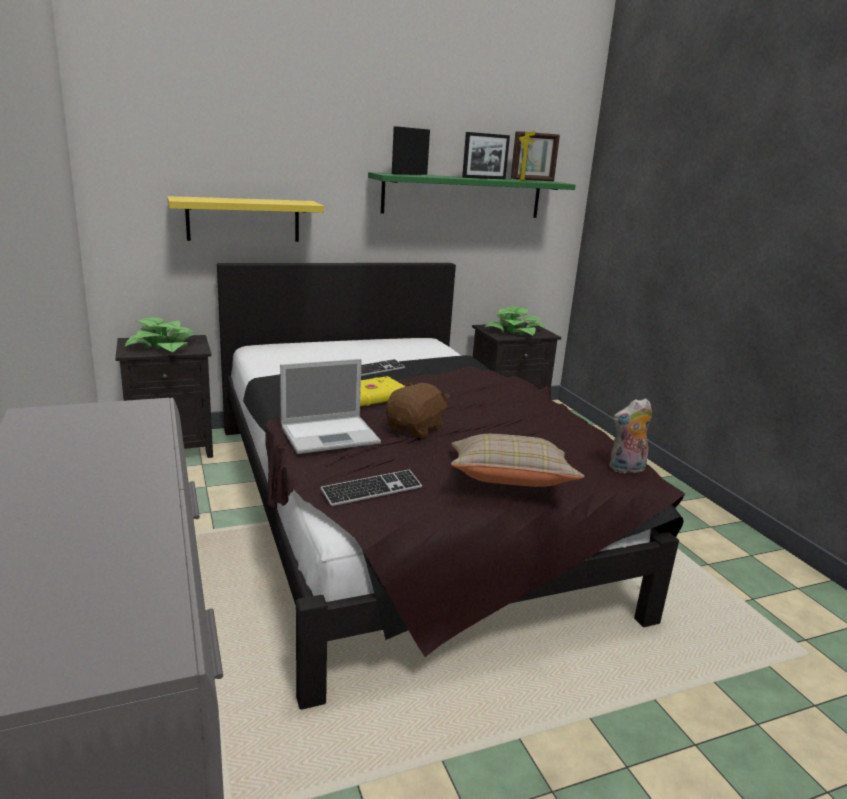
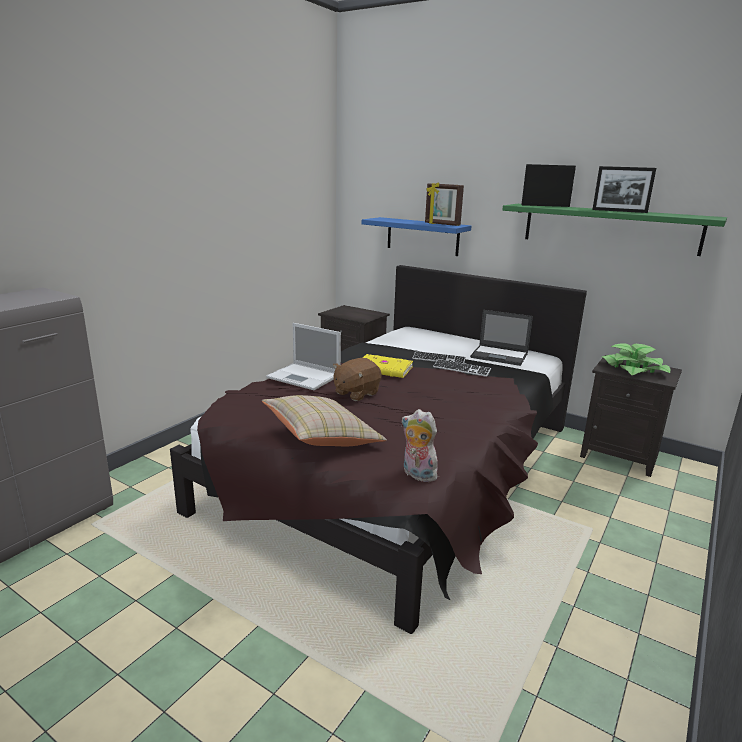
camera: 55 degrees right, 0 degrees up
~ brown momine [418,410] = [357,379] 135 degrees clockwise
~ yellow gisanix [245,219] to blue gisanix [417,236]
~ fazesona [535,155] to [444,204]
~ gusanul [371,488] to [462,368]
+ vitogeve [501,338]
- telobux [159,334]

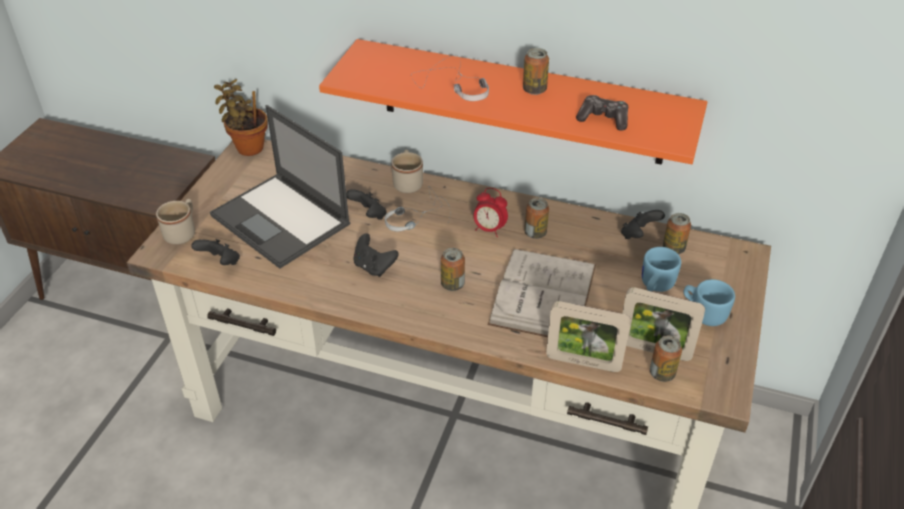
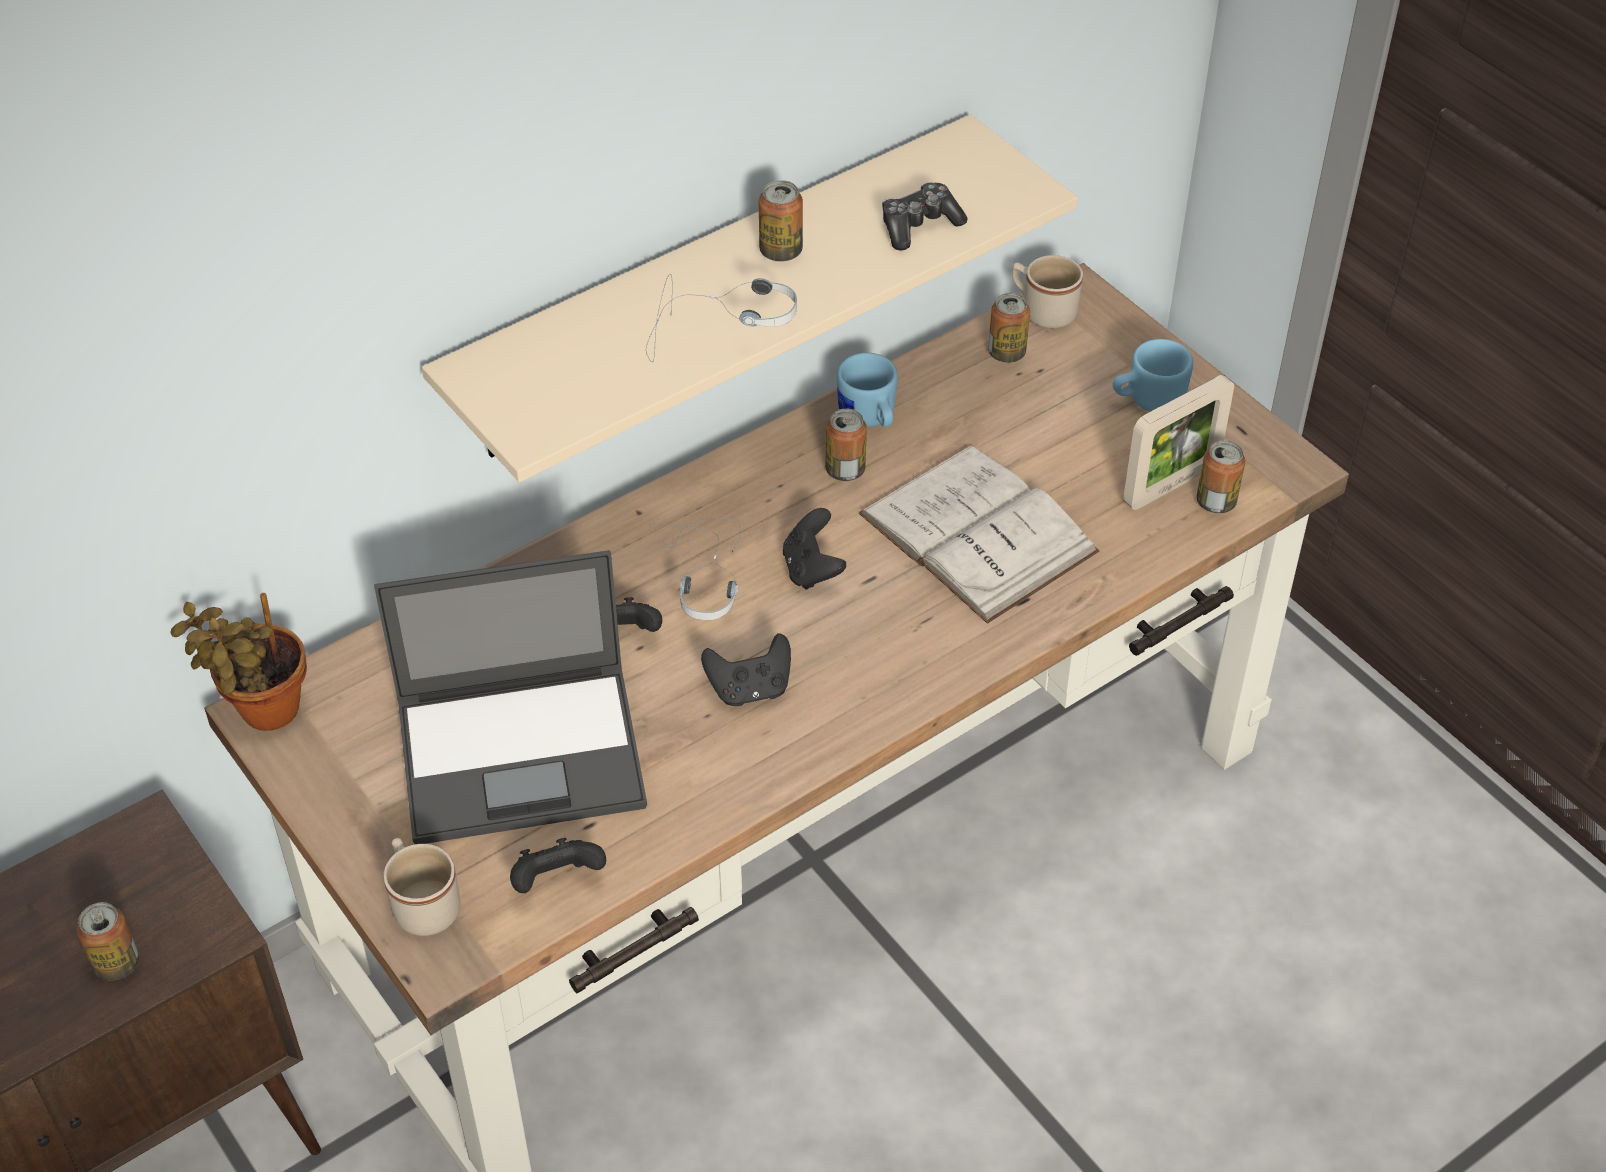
camera: 55 degrees left, 5 degrees up
~ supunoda [453,269] to [108,941]
~ orange gisanix [513,102] to beige gisanix [750,298]
~ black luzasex [643,224] to [814,549]
~ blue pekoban [661,269] to [867,390]
~ beige pekoban [407,171] to [1047,292]
- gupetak [491,212]
- fazesona [588,336]

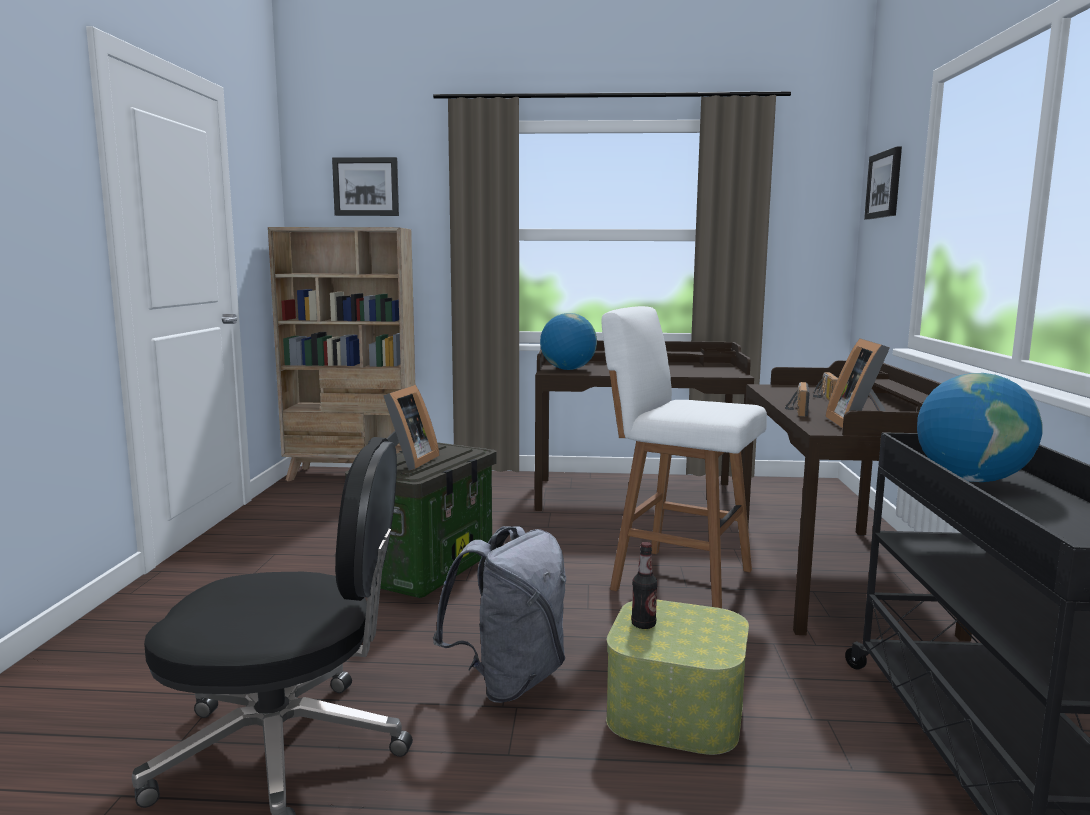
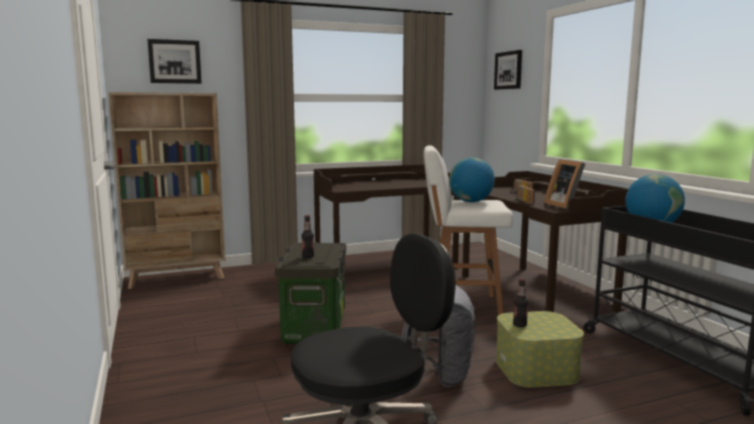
camera: 25 degrees left, 0 degrees up
~ fazesona [411,428] to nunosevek [308,236]
~ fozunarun [568,341] to [472,179]

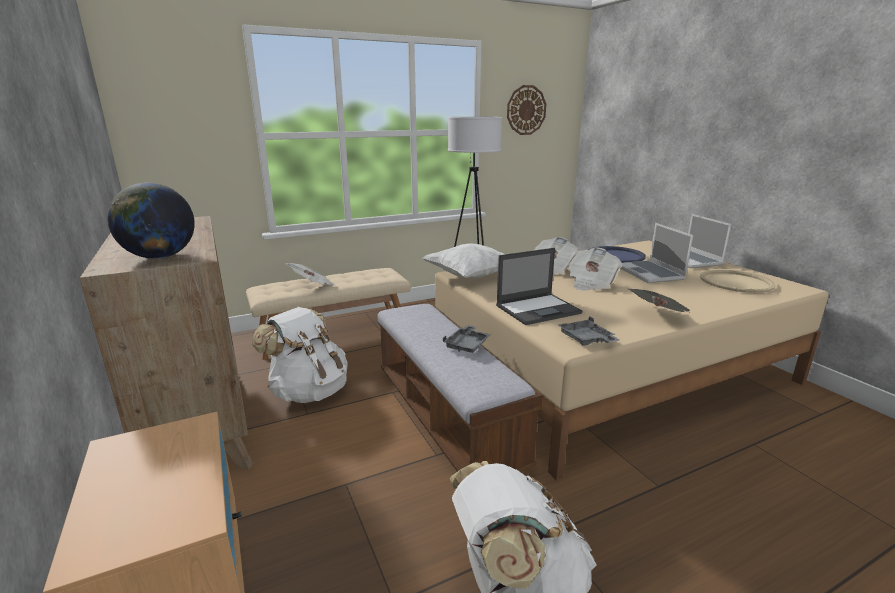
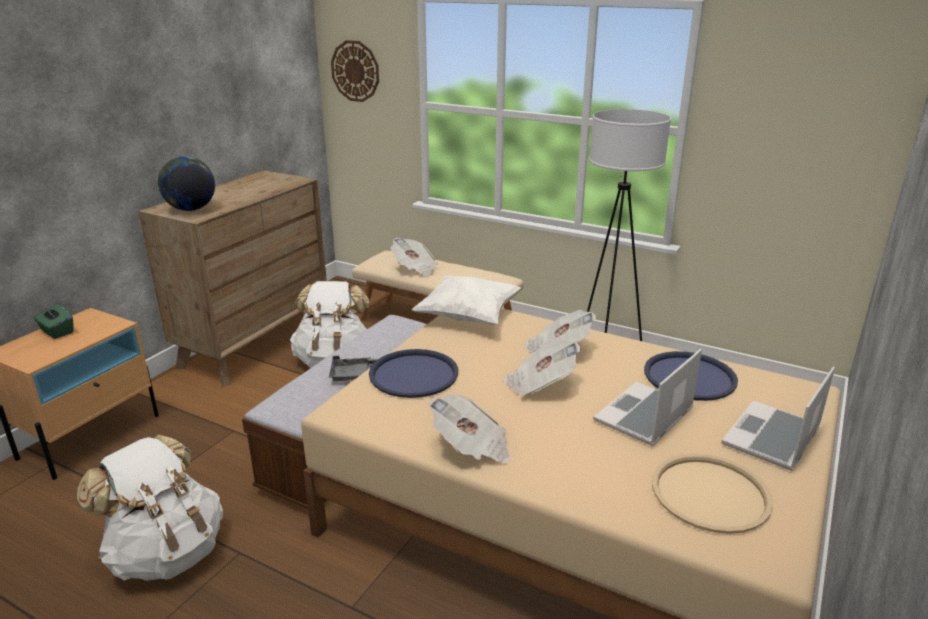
camera: 55 degrees right, 5 degrees up
+ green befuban [54,322]
~ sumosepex [526,110] to [355,71]
~ vitogeve [539,286] to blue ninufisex [413,373]
- grey ninufisex [588,331]

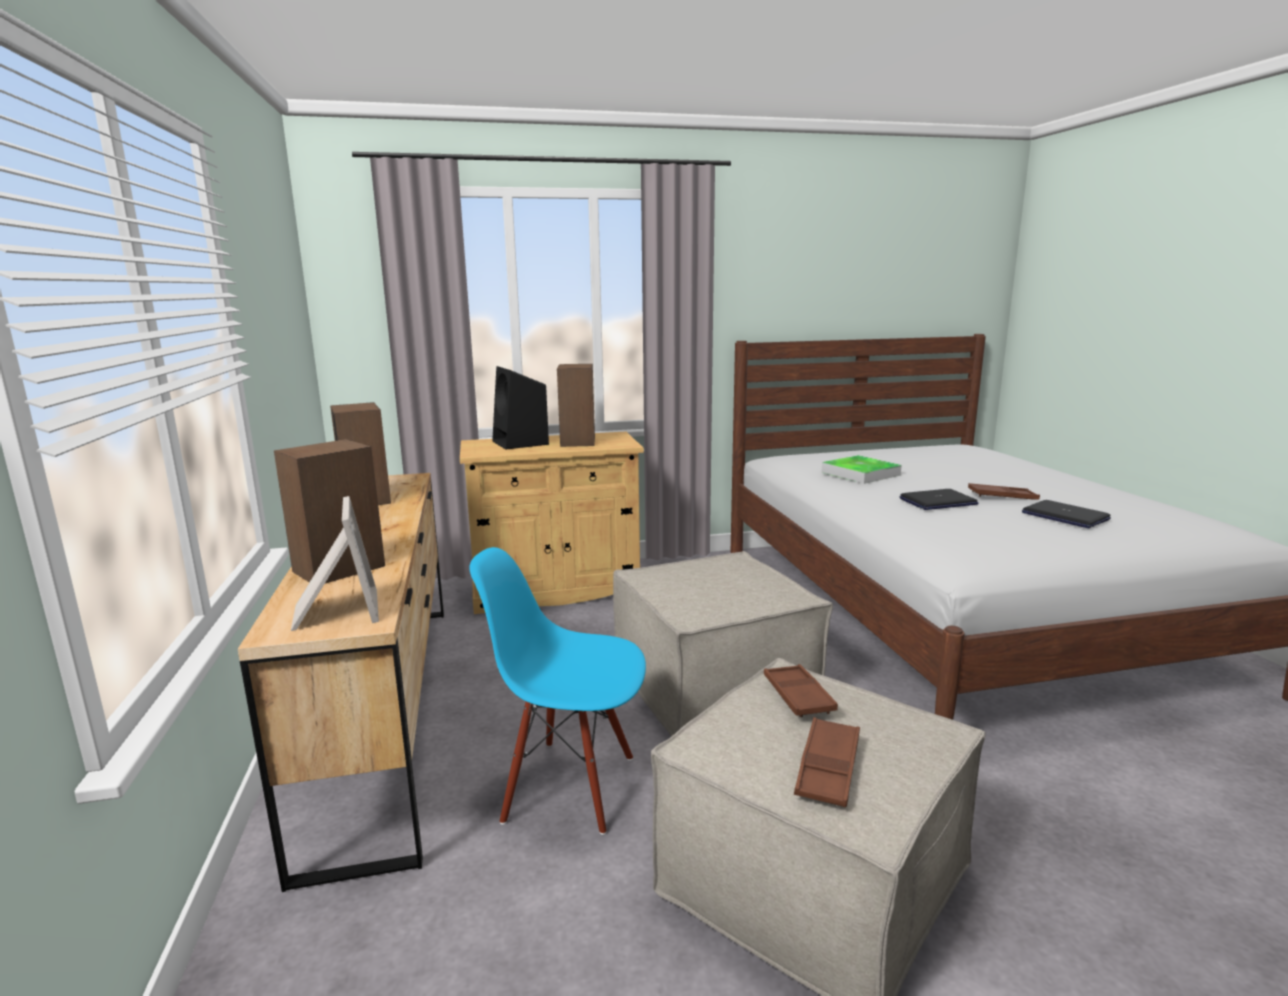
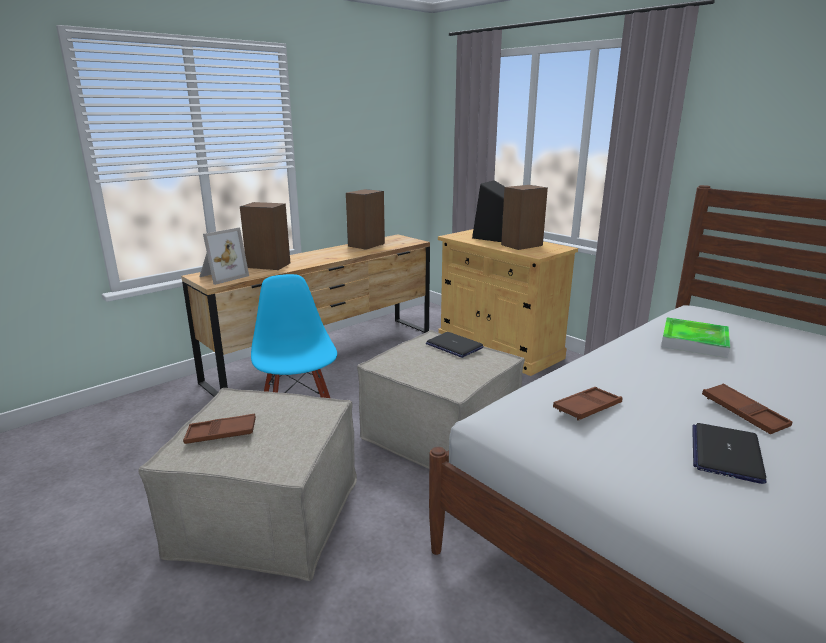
camera: 60 degrees right, 5 degrees up
~ vitogeve [938,499] to [455,345]
~ brown ninufisex [801,690] to [588,404]

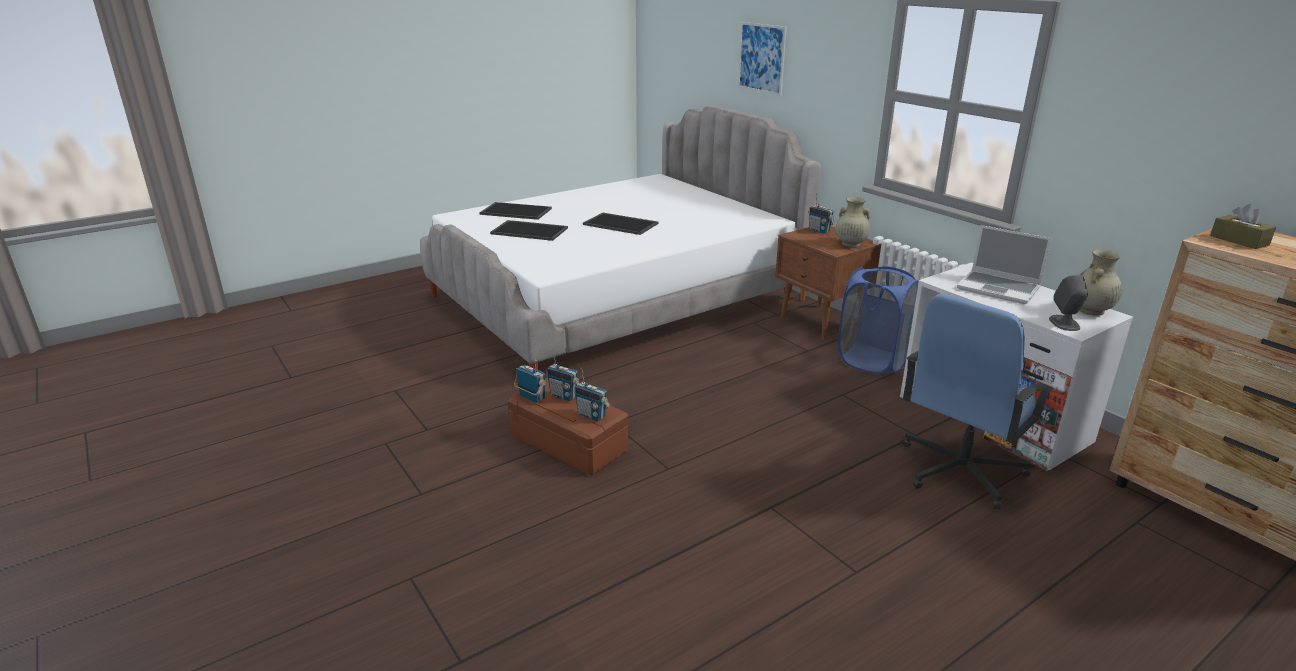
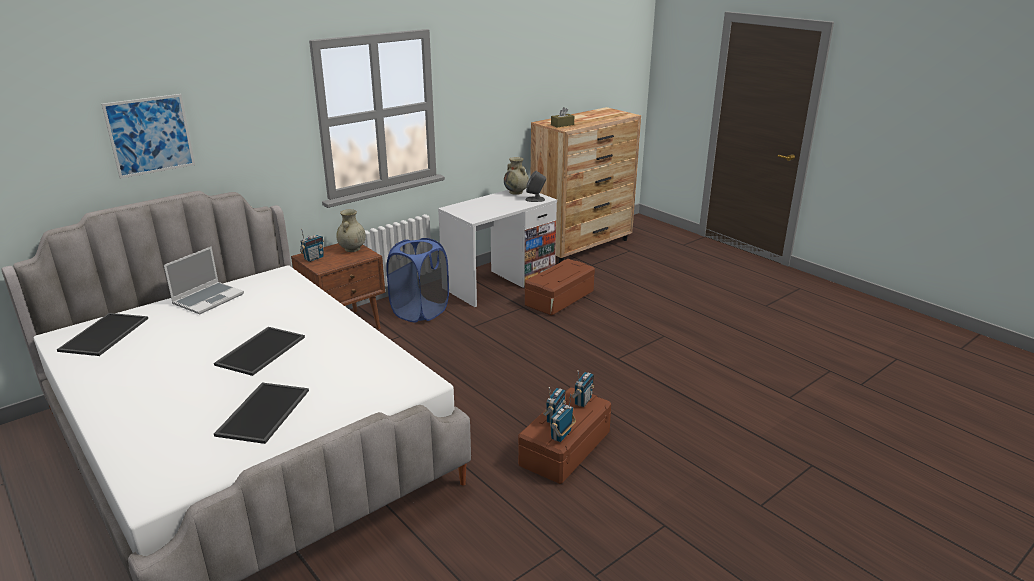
camera: 95 degrees left, 0 degrees up
~ ninufisex [515,211] to [102,334]
~ vitogeve [1004,264] to [204,280]
~ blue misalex [978,401] to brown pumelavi [560,287]

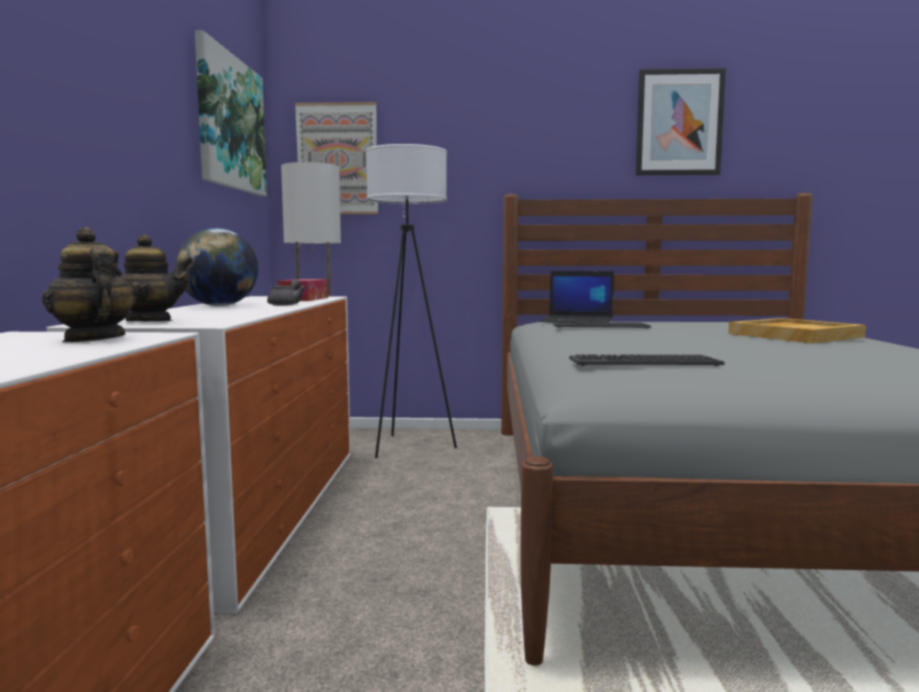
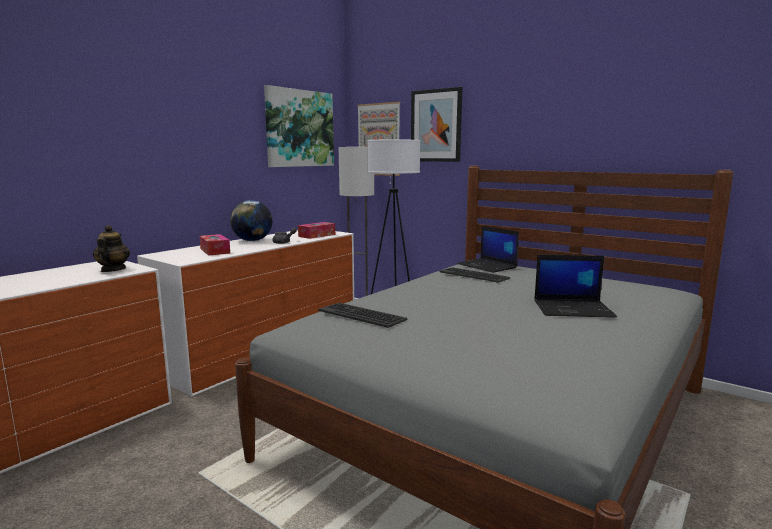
camera: 35 degrees right, 5 degrees up
+ befuban [214,245]
~ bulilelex [681,121] to [437,124]
~ beige ninufisex [797,330] to vitogeve [575,286]
- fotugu [153,277]

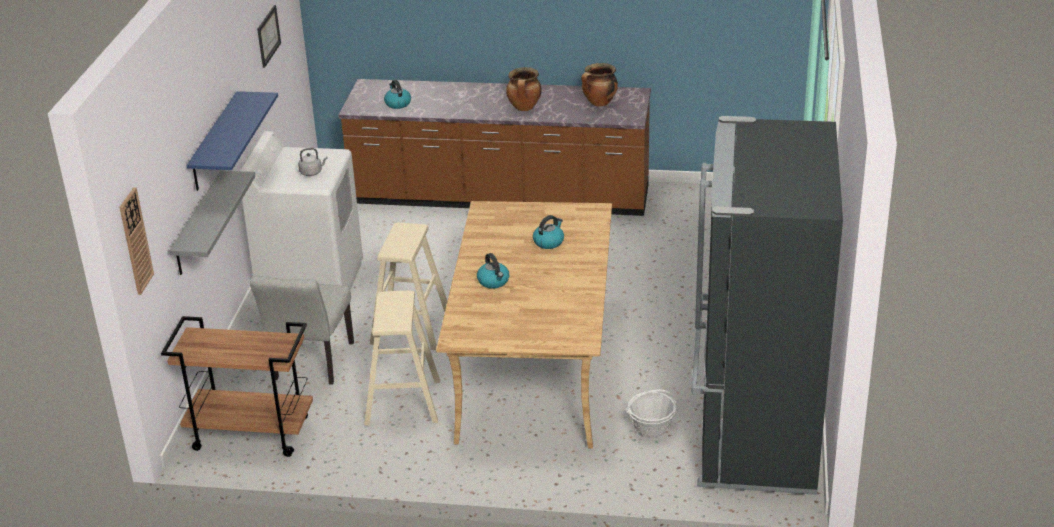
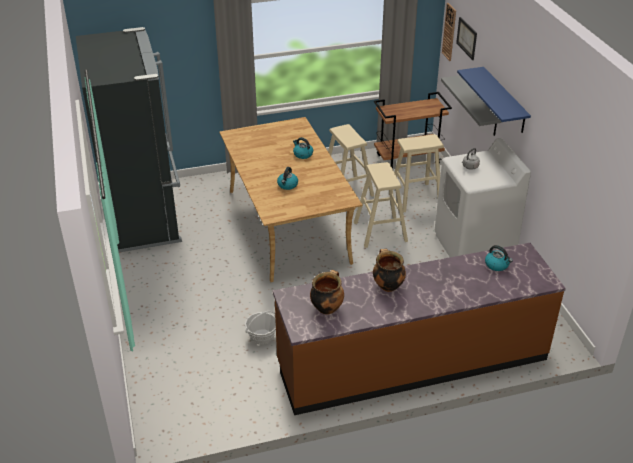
camera: 155 degrees right, 5 degrees up
~ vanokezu [651,413] to [260,328]
~ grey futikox [302,330] to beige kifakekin [418,173]
~ bulilelex [269,36] to [466,38]

